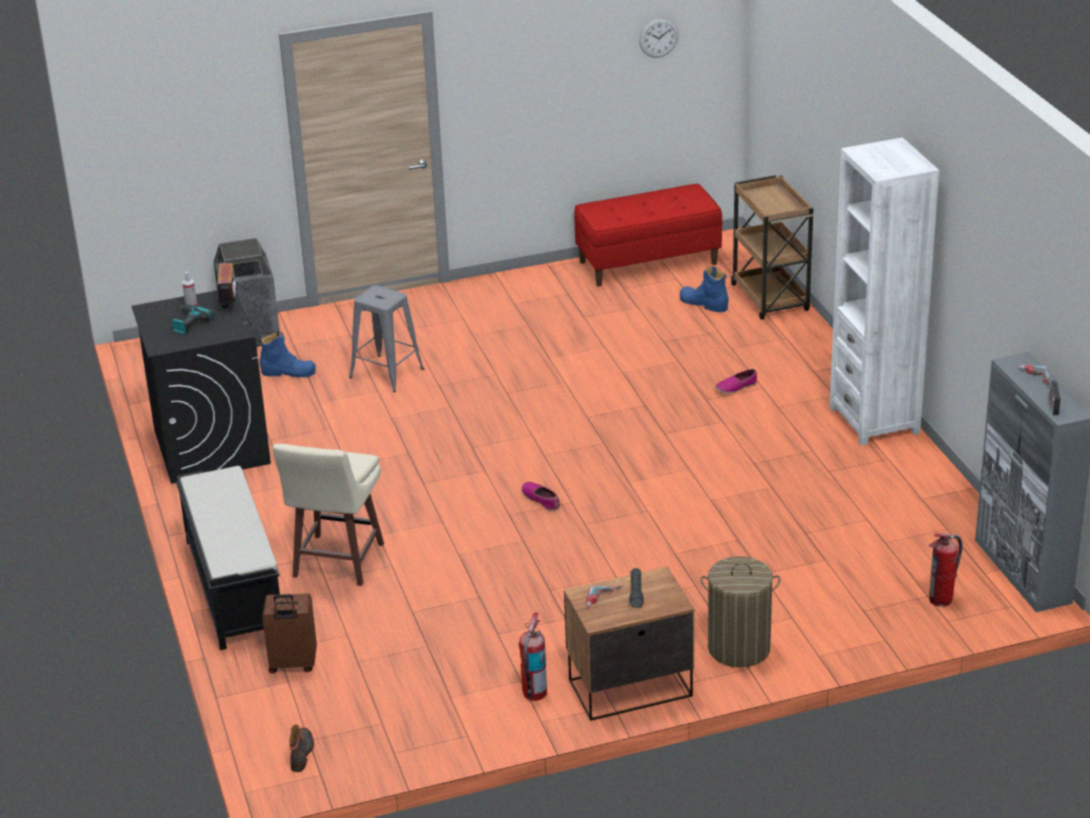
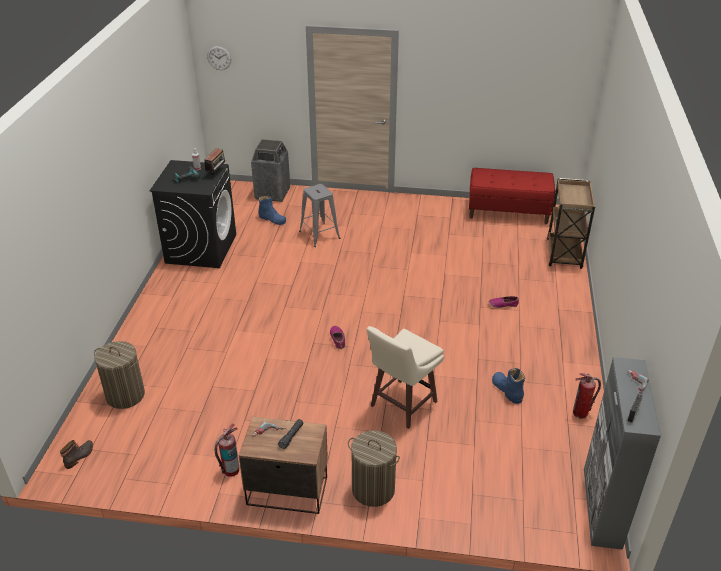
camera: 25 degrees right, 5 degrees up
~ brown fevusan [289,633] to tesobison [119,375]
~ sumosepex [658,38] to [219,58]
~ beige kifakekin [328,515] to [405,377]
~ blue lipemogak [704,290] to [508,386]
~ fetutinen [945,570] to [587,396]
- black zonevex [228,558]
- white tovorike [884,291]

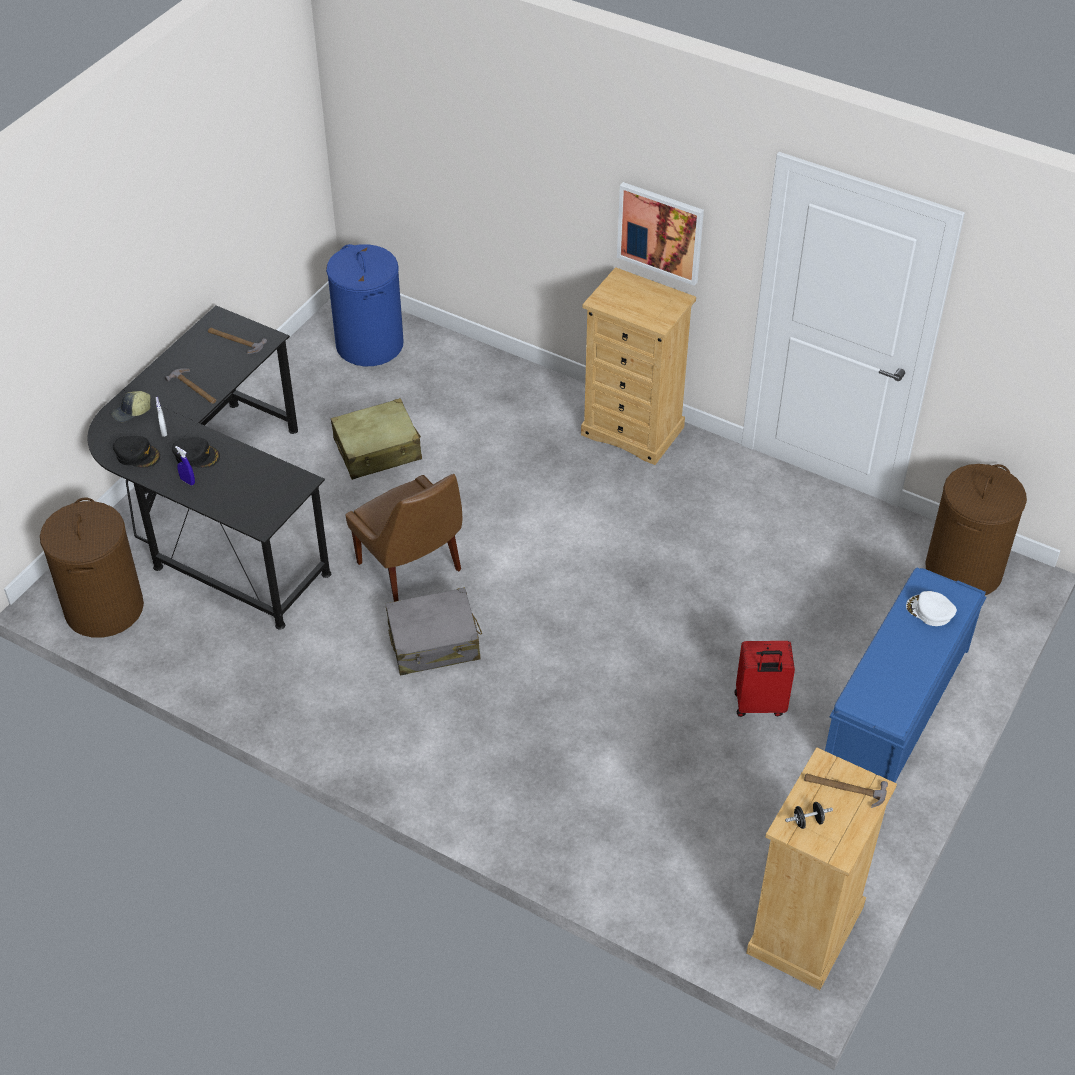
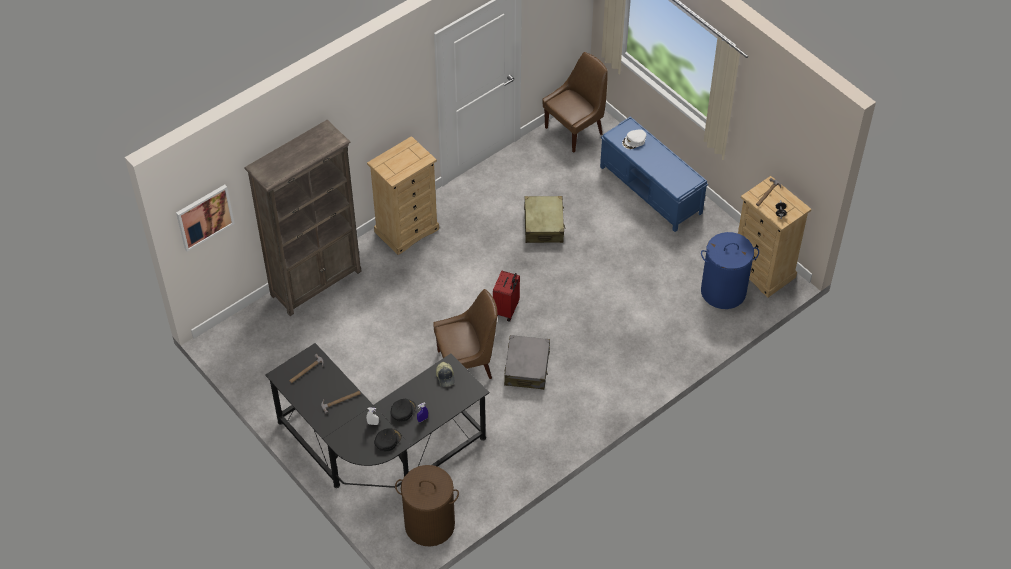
camera: 70 degrees left, 5 degrees up
~ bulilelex [660,234] to [205,218]
+ brown tovorike [303,218]
~ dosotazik [130,406] to [445,374]
~ red fevusan [764,679] to [506,296]
~ beige fevusan [376,439] to [544,219]
~ brown tesobison [976,529] to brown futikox [575,102]
~ blue tesobison [364,305] to [730,270]

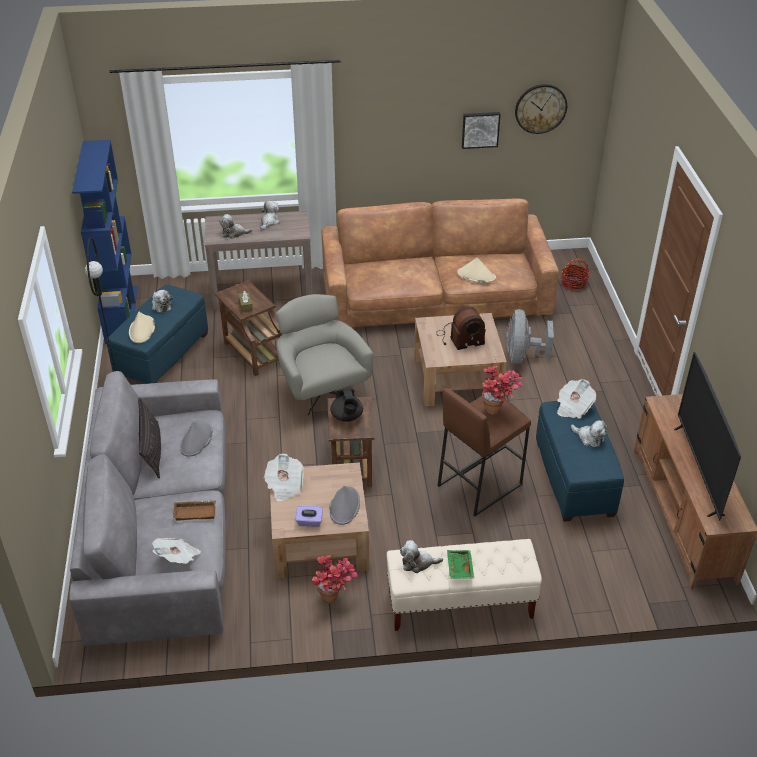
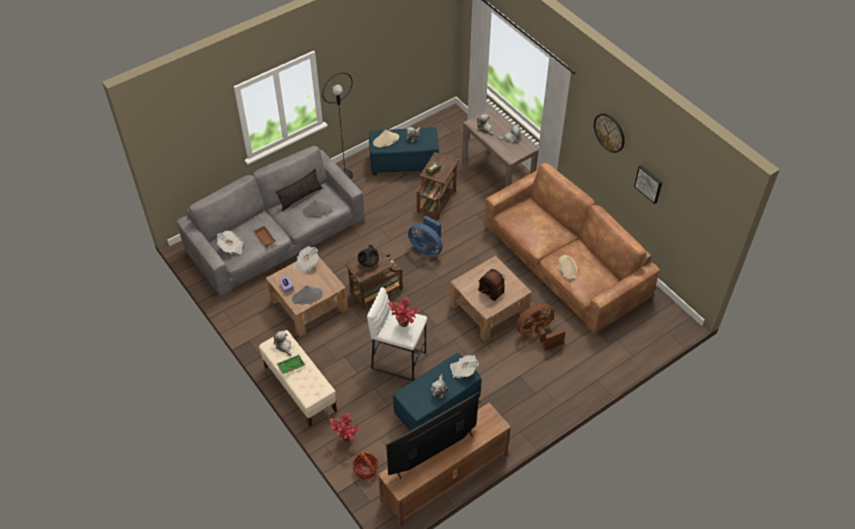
camera: 60 degrees right, 10 degrees up
~ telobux [335,579] to [345,427]
~ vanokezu [575,274] to [365,466]
~ brown kifakekin [484,452] to white kifakekin [397,334]
~ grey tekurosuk [324,355] to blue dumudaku [425,236]
~ grey dumudaku [530,336] to brown dumudaku [540,327]
~ sumosepex [541,109] to [609,133]
- blue tovorike [105,242]

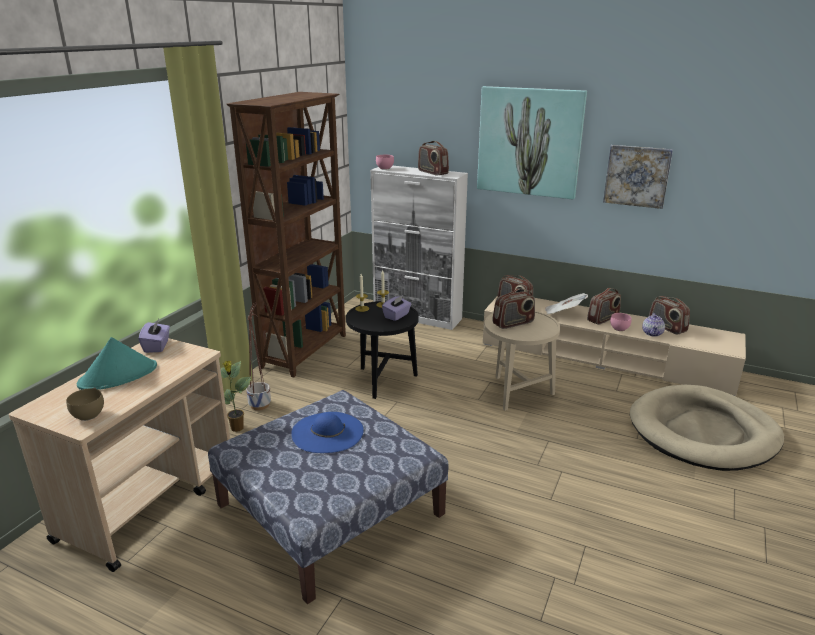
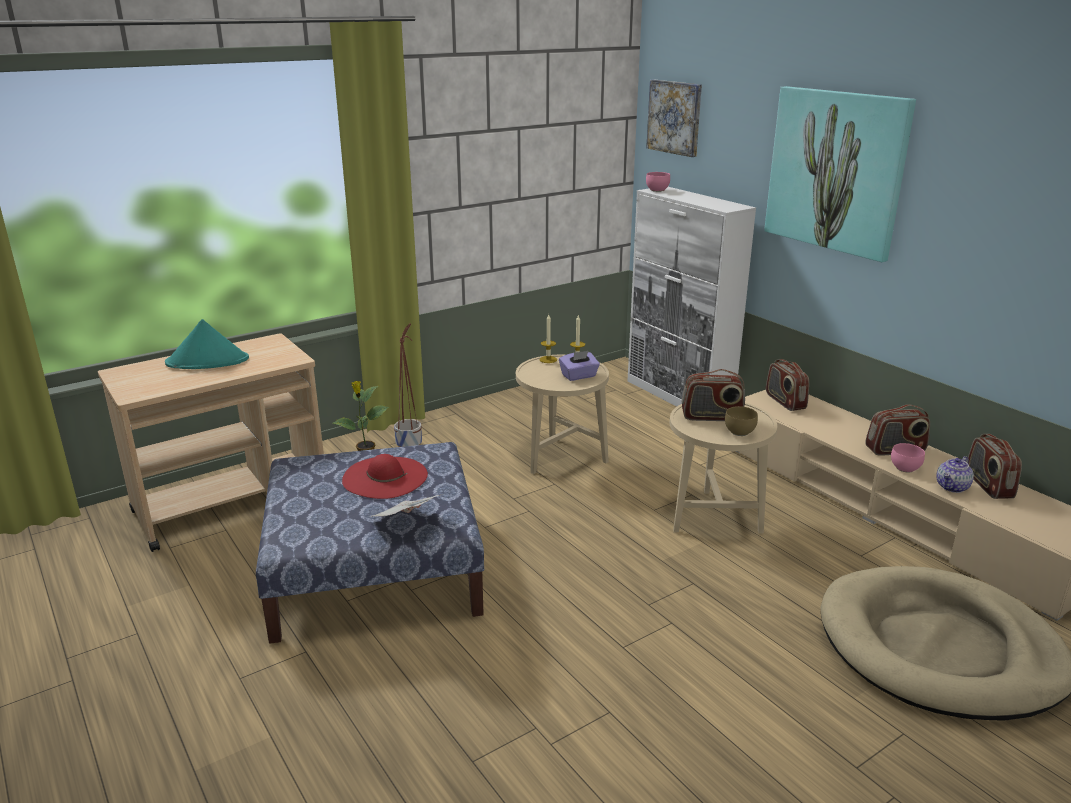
camera: 30 degrees right, 0 degrees up
~ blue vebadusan [327,432] to red vebadusan [385,476]
~ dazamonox [566,304] to [404,506]
~ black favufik [382,350] to beige favufik [562,414]
~ bulilelex [638,177] to [674,118]
~ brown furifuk [85,404] to [741,421]
- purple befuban [154,336]
- brown tovorike [286,234]
- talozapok [433,158]

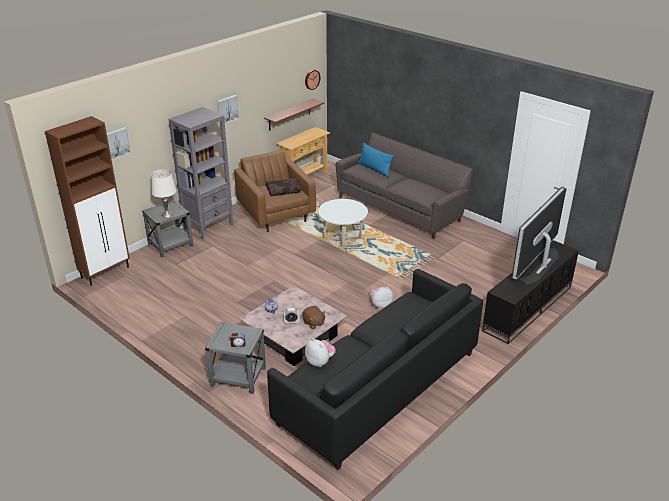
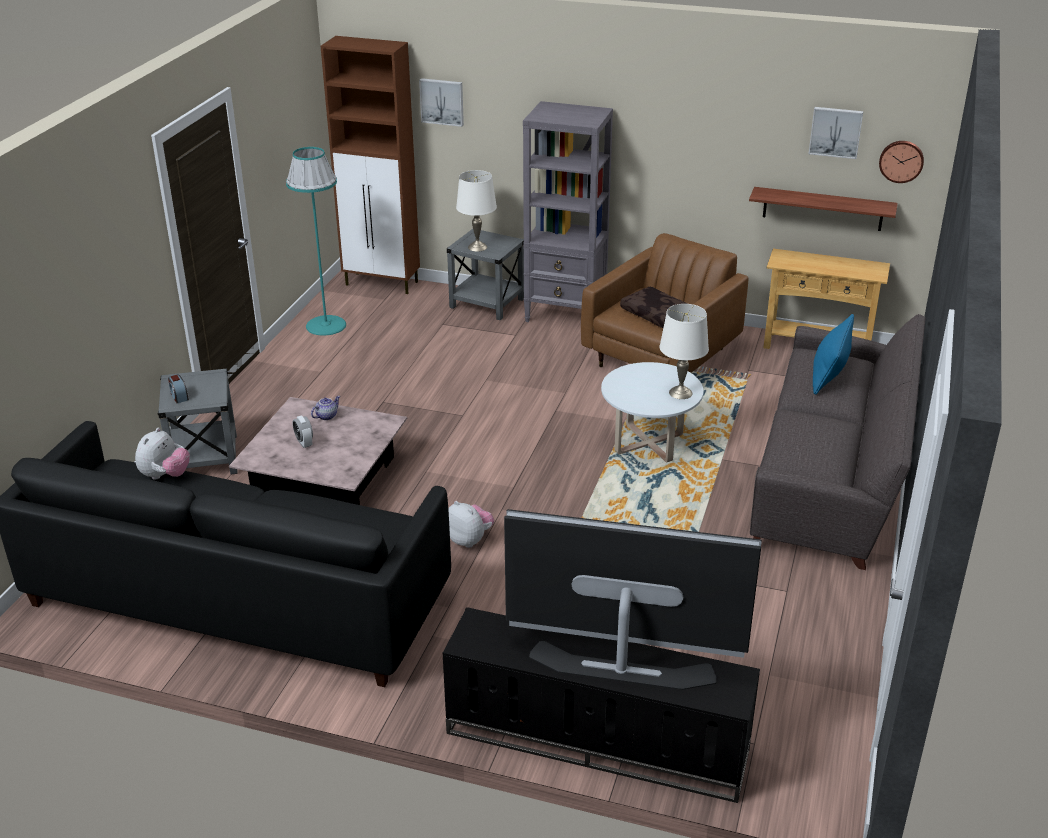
camera: 65 degrees right, 0 degrees up
+ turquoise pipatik [316,241]
+ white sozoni [684,351]
~ bulilelex [228,110] to [836,133]
- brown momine [314,317]

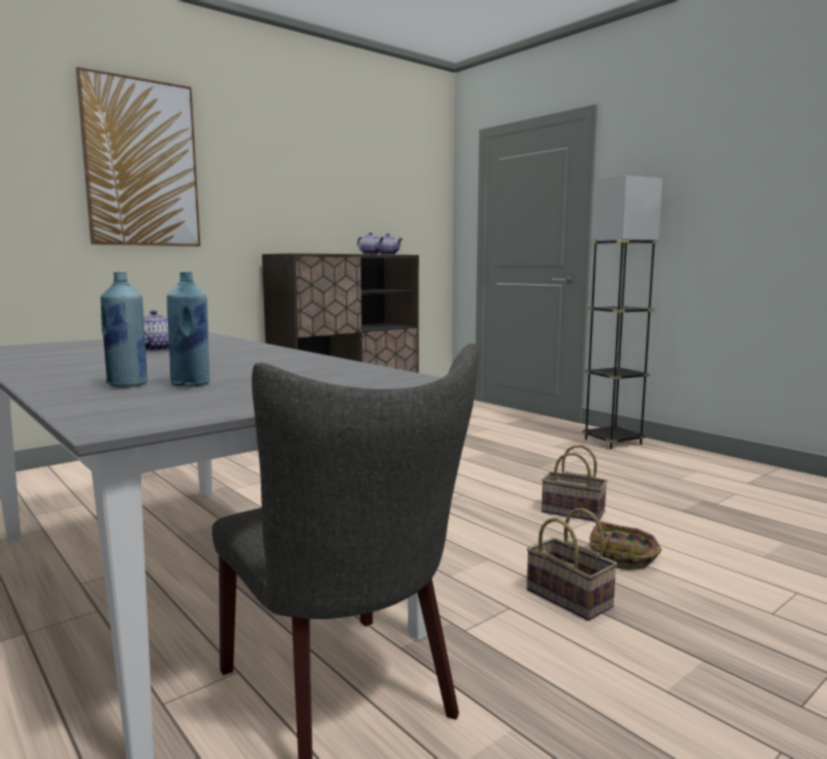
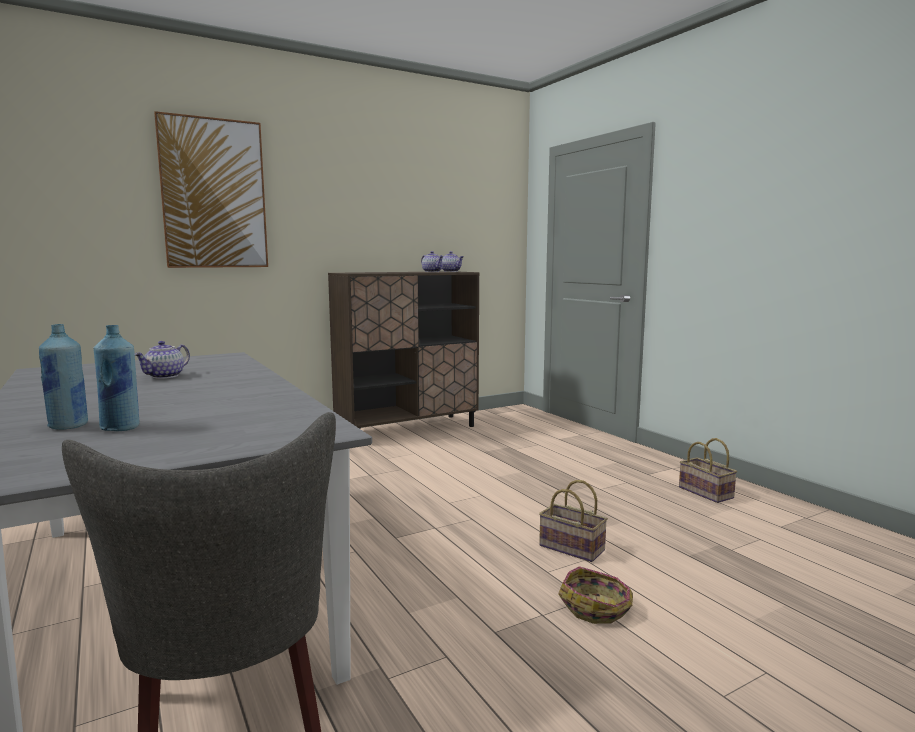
camera: 10 degrees right, 0 degrees up
~ vanokezu [572,564] to [708,470]
- grey pipatik [622,312]

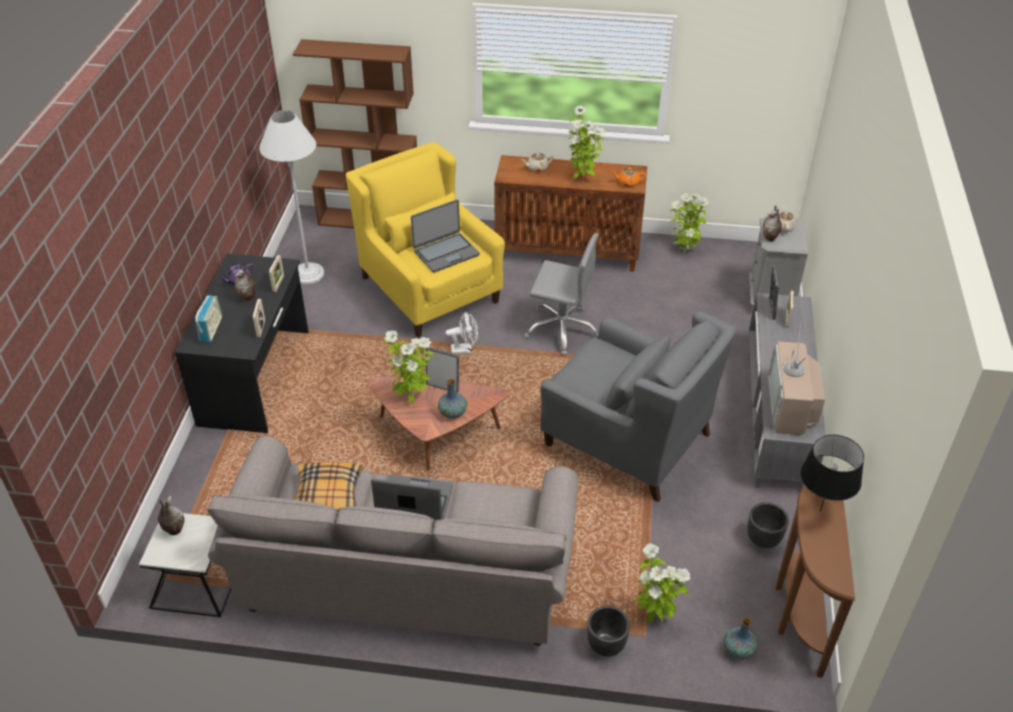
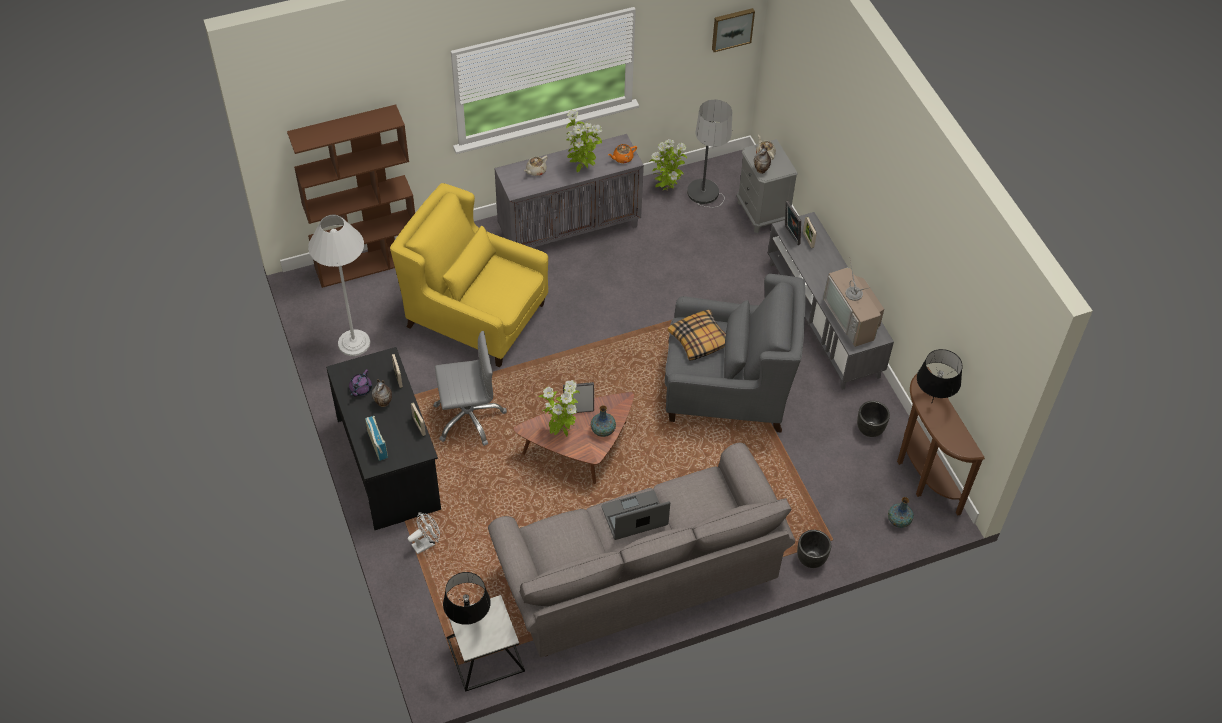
camera: 30 degrees left, 10 degrees up
~ white dumudaku [461,332] to [424,533]
~ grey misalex [561,294] to [470,388]
~ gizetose [171,515] to black sozoni [467,598]
~ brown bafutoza [570,213] to grey bafutoza [569,191]
~ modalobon [328,486] to [697,335]
+ pipatik [710,153]
+ bulilelex [733,30]
- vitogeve [445,236]
- telobux [663,583]

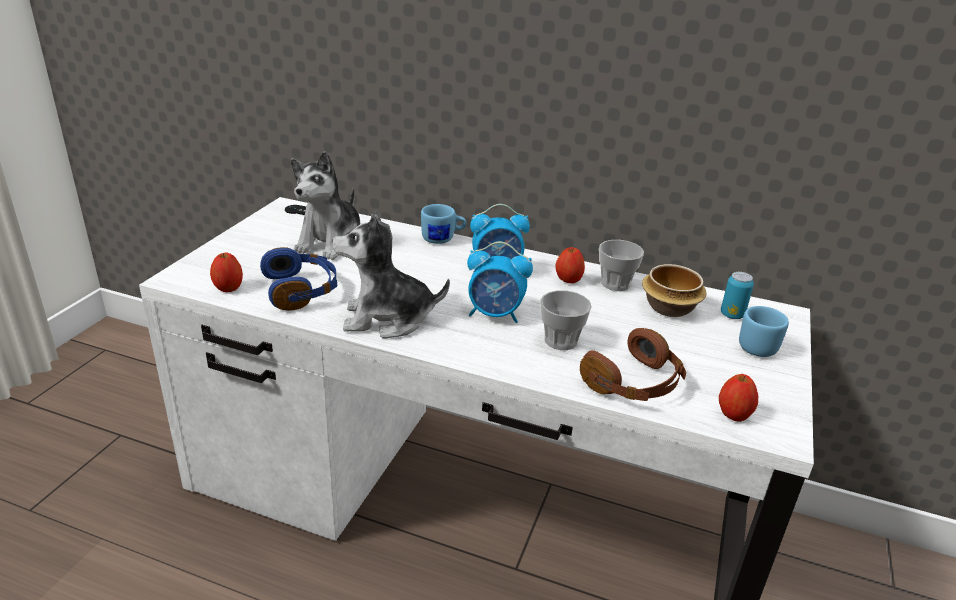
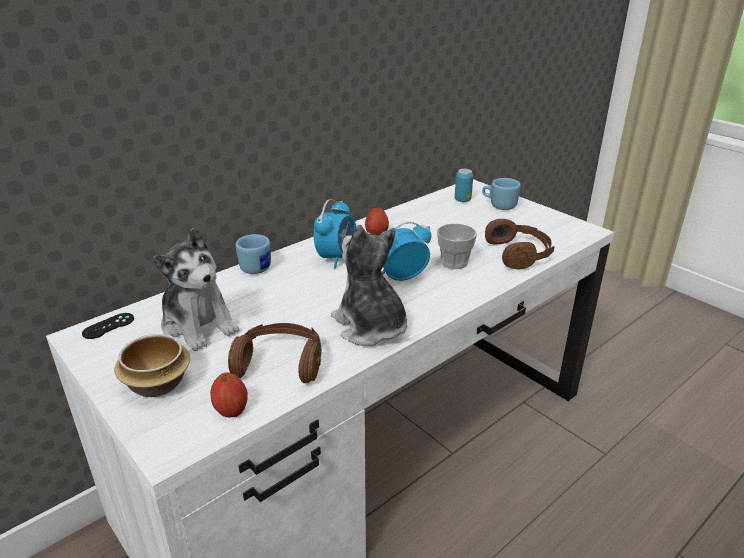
camera: 60 degrees left, 0 degrees up
~ furifuk [674,290] to [152,365]
~ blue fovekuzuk [298,279] to brown fovekuzuk [275,353]
~ momine [391,274] = [369,285] 120 degrees clockwise
~ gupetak [500,282] = [405,251] 150 degrees counterclockwise
- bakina [621,265]
- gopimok [738,398]

